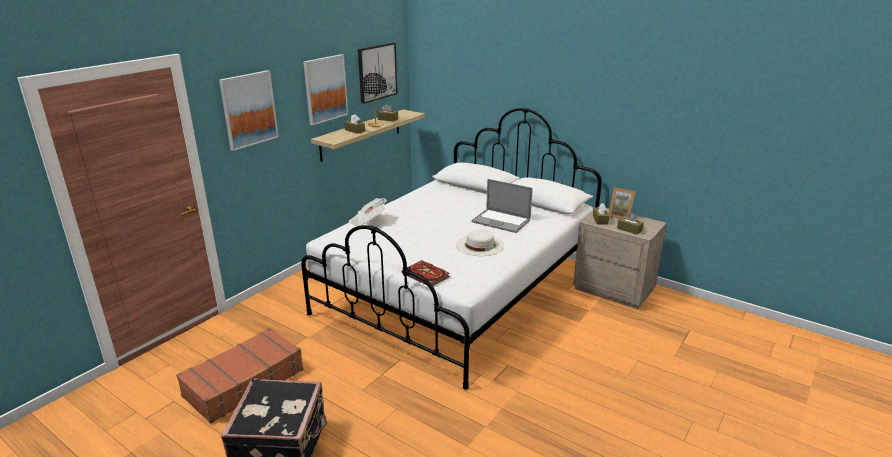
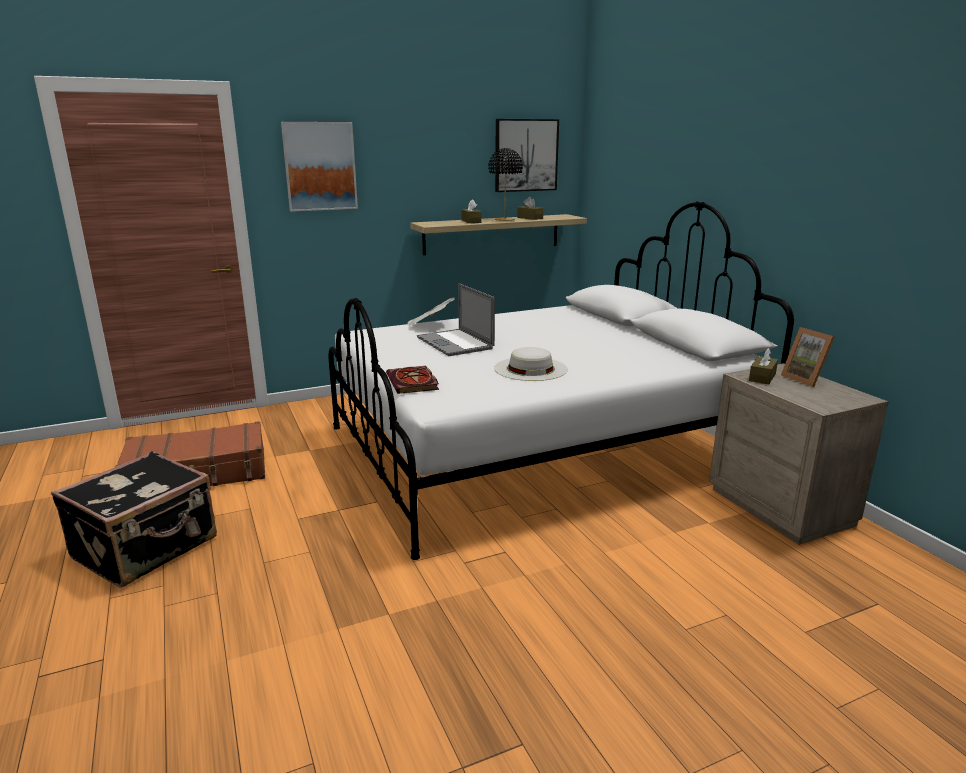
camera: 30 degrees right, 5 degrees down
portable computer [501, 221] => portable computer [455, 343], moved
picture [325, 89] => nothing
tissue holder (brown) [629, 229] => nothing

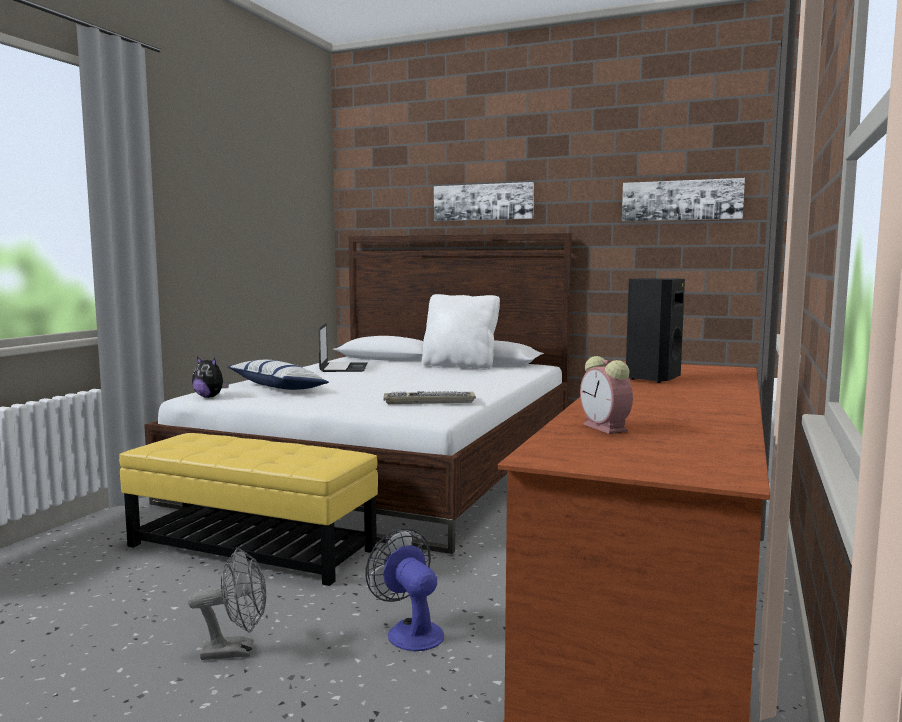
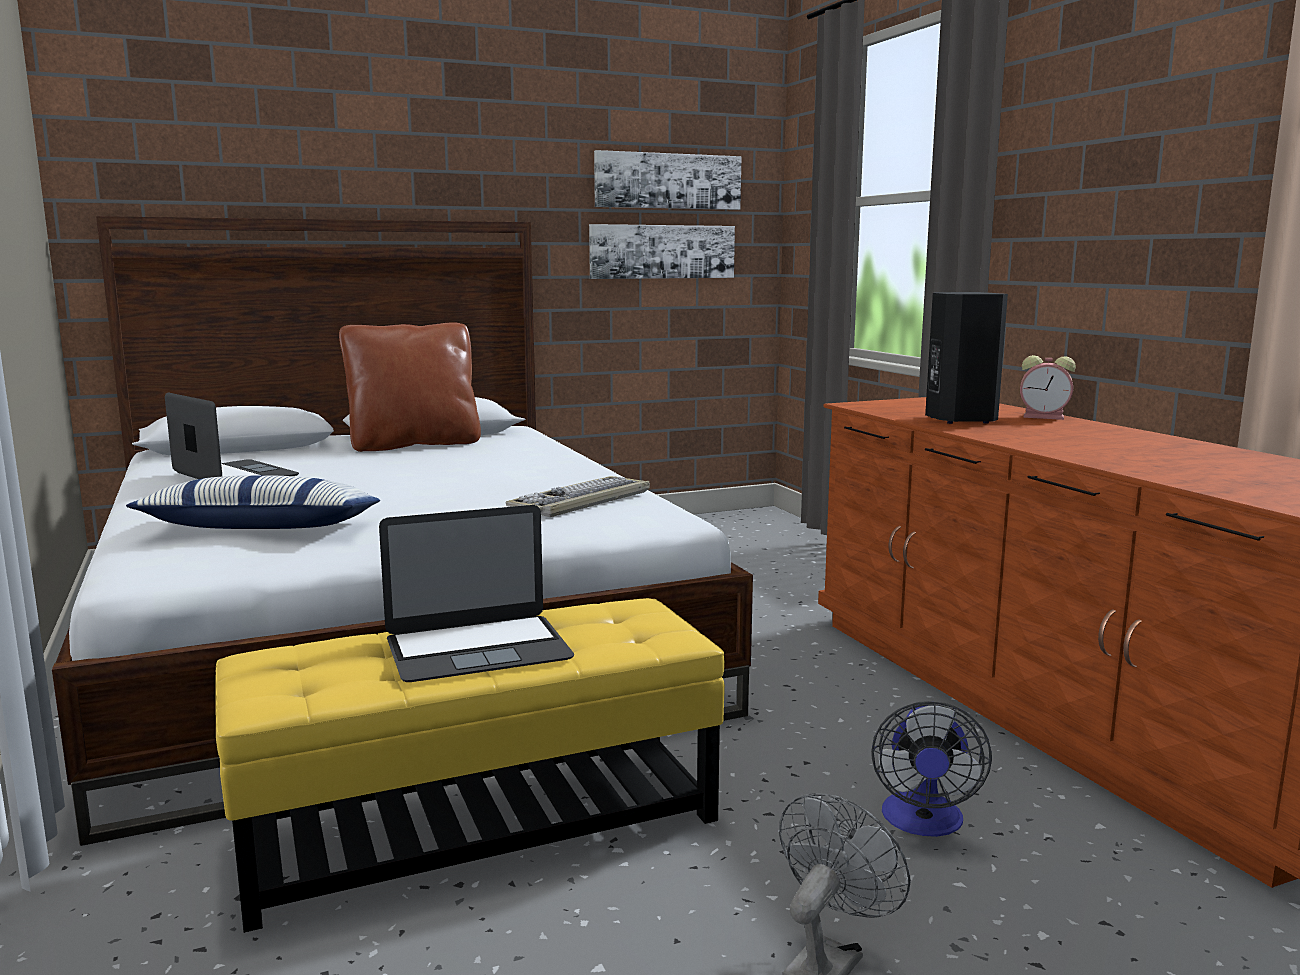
camera: 45 degrees left, 5 degrees up
pillow (white-coloured) [460, 366] => pillow (brown) [414, 444]
nothing => portable computer [478, 648]
picture [483, 202] => picture [662, 251], moved
fan [410, 631] => fan [923, 822], 90 degrees counterclockwise
alarm clock [607, 428] => alarm clock [1045, 417], moved
soft toy [210, 397] => nothing

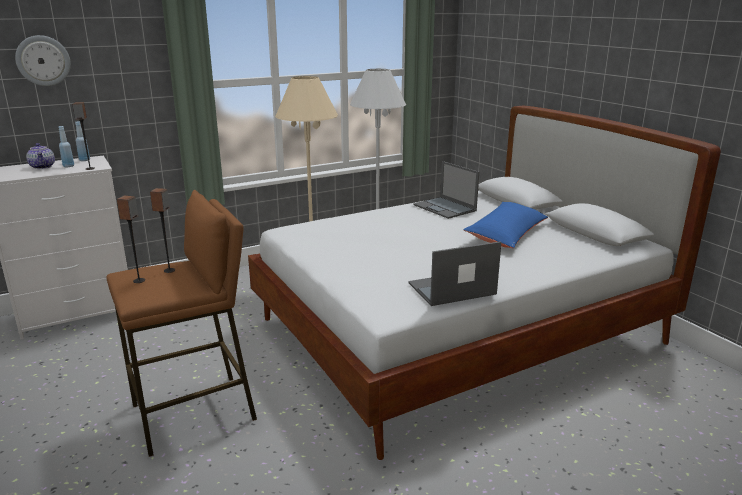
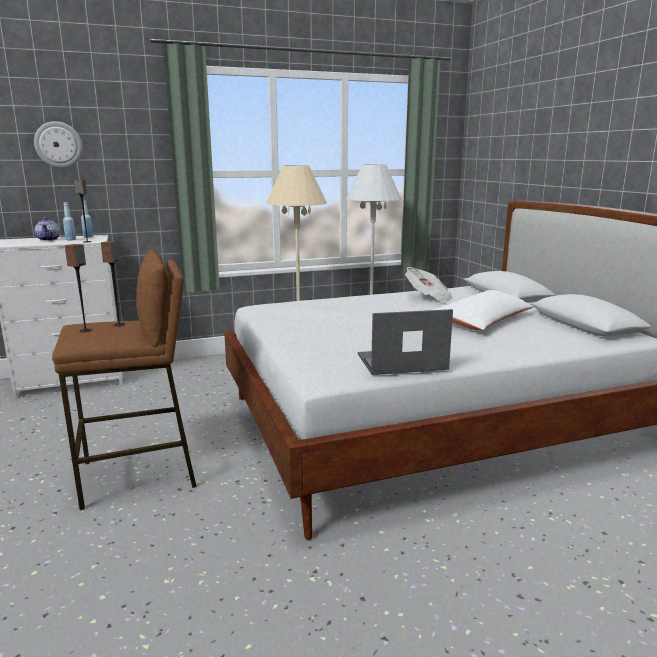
camera: 10 degrees right, 5 degrees down
portable computer [445, 208] => printed paper [428, 297]
pillow (blue) [506, 234] => pillow (white-coloured) [483, 321]

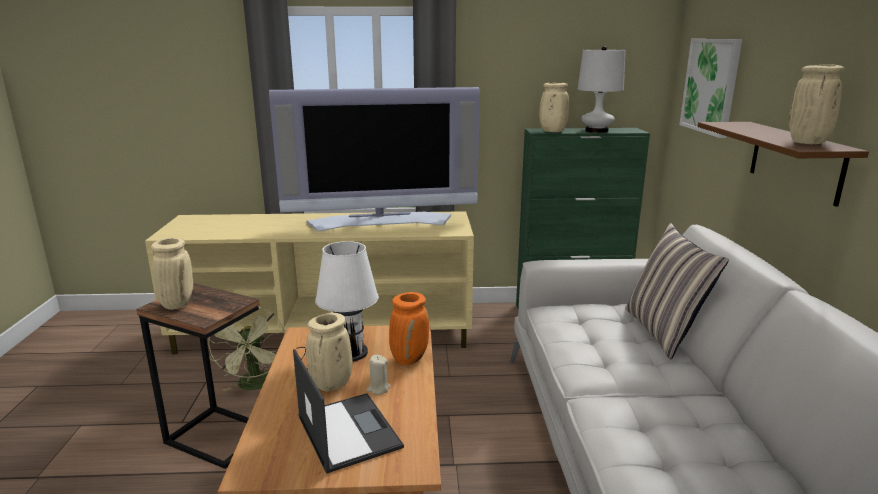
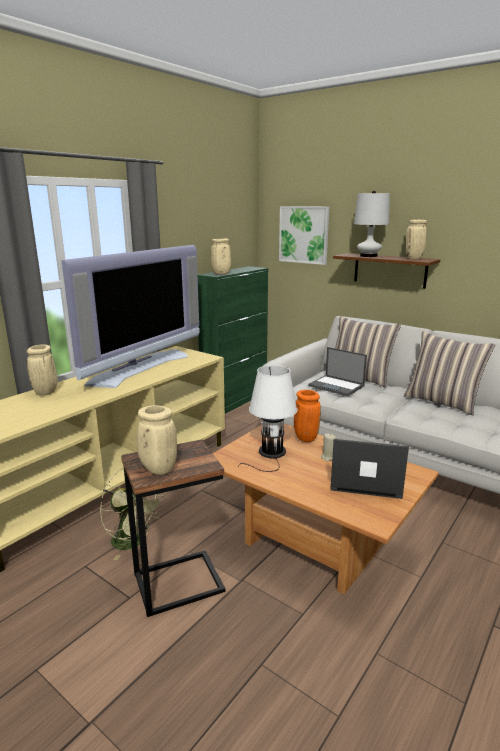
camera: 50 degrees left, 0 degrees up
flower vase (beige) [331, 385] => flower vase (beige) [46, 393], moved
nothing => portable computer [337, 386]
tabletop lamp (white-coloured) [596, 131] => tabletop lamp (white-coloured) [368, 256], moved
nothing => pillow [442, 402]

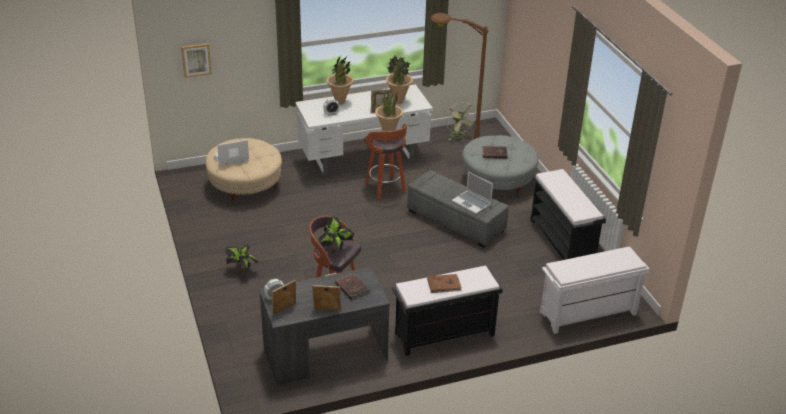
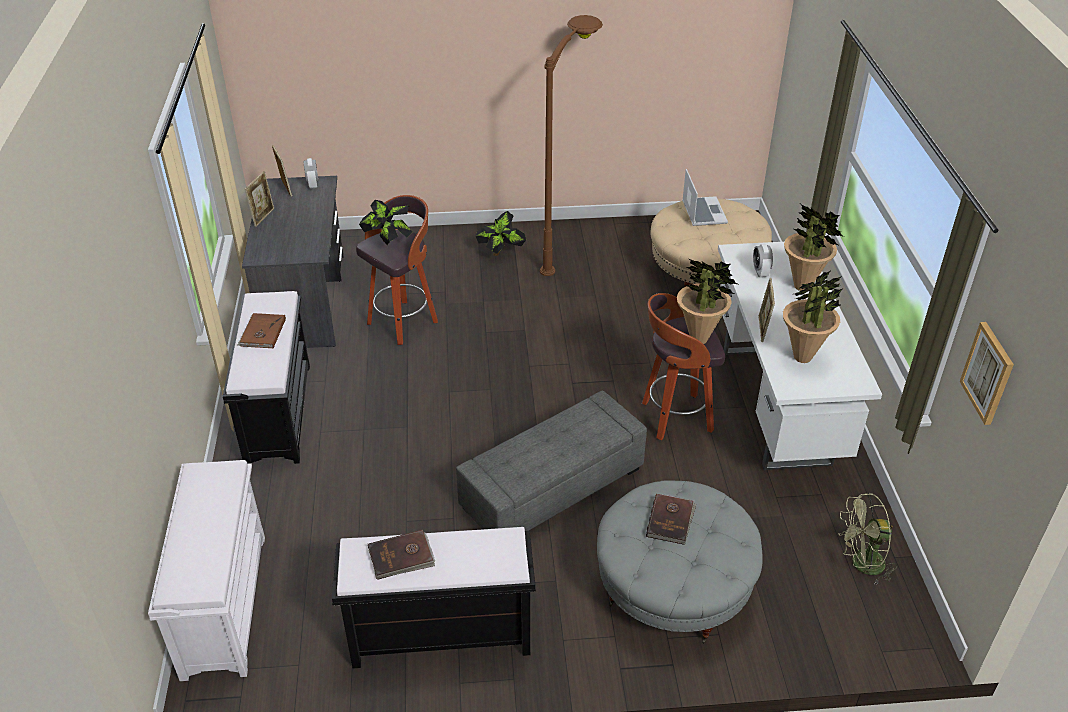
camera: 105 degrees right, 5 degrees up
bound book (brown) [352, 287] => bound book (brown) [401, 557], moved
standing lamp (brown) [445, 149] => standing lamp (brown) [569, 247], moved
picture [196, 60] => picture [988, 373], moved
portable computer [472, 203] => nothing

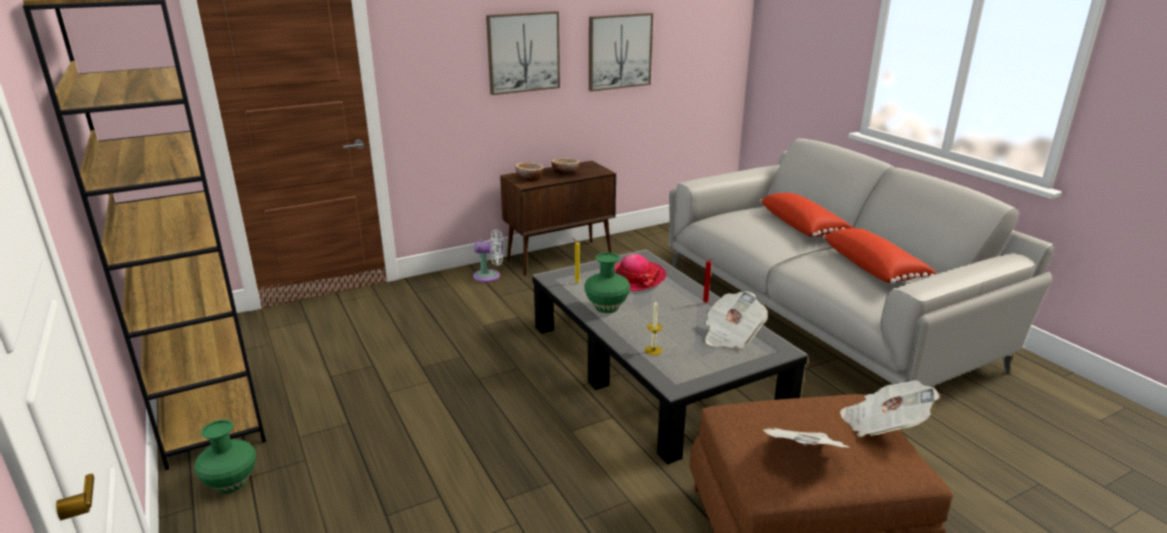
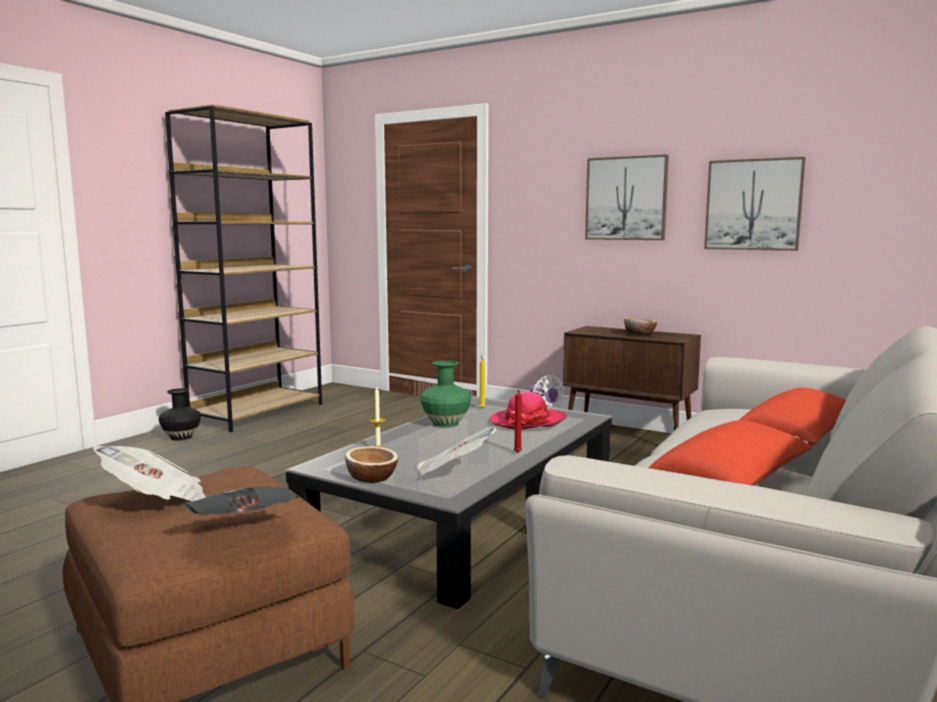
camera: 60 degrees right, 15 degrees down
flower vase (greenish) [231, 484] => flower vase (black-coloured) [180, 437]
deep dish [529, 178] => deep dish [371, 477], moved

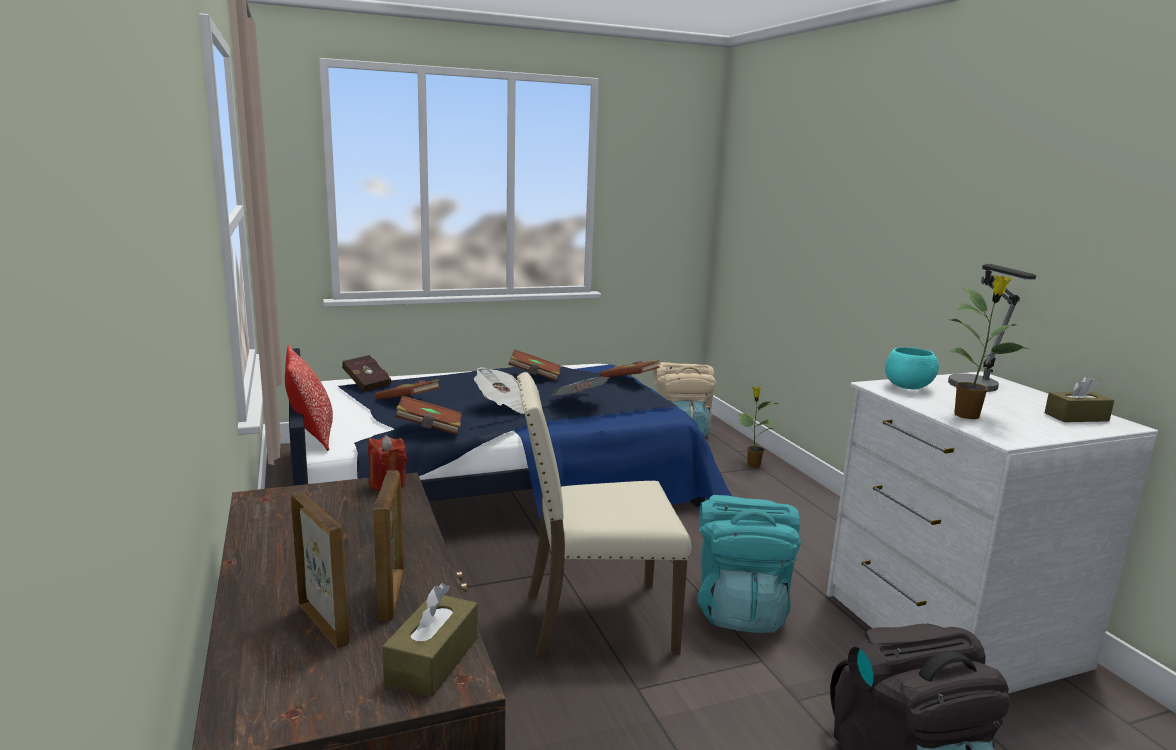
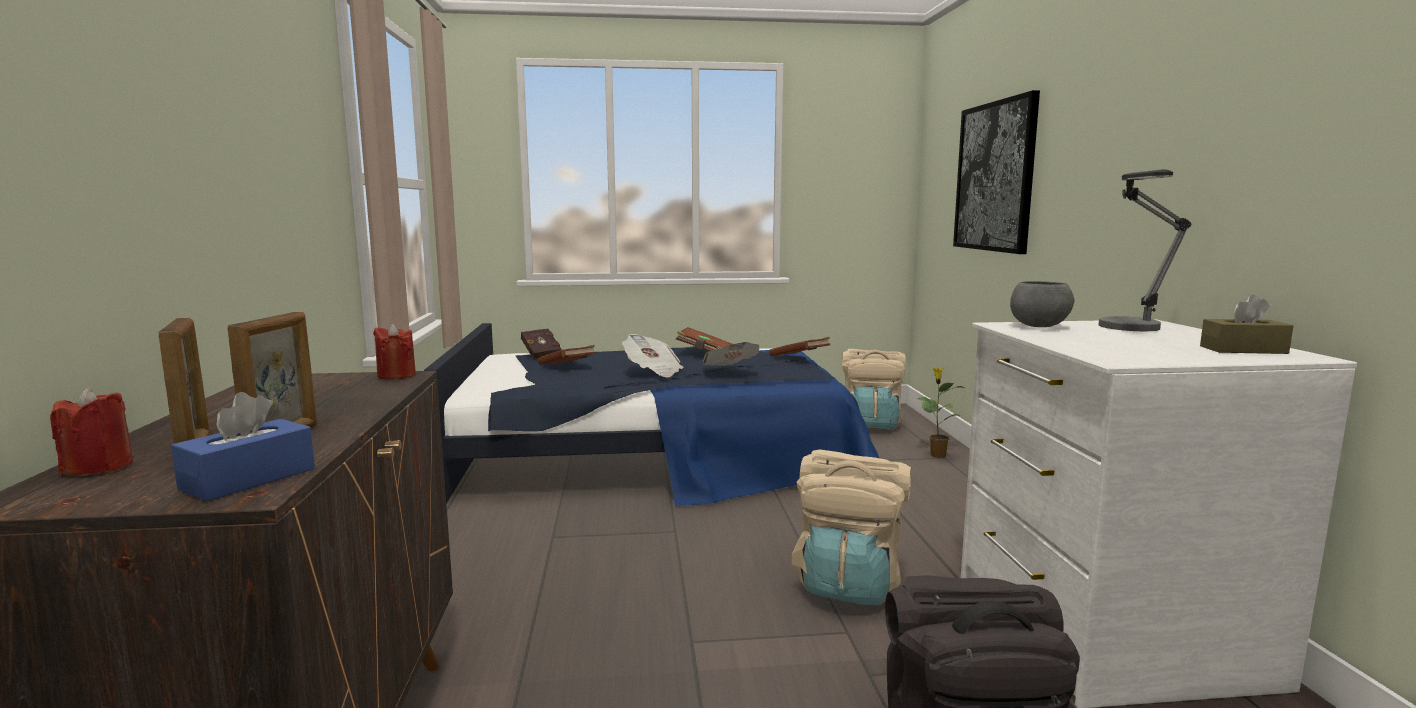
camera: 15 degrees right, 5 degrees down
nothing => wax light (red) [99, 467]
tissue holder (brown) [432, 660] => tissue holder (blue) [248, 479]
backpack (blue-green) [740, 610] => backpack (beige) [849, 583]
nothing => picture [995, 177]
deep dish (blue-green) [908, 388] => deep dish (gray) [1040, 327]
pillow [311, 435] => nothing
bound book (brown) [429, 428] => nothing
chair (beige) [594, 620] => nothing
potted plant [968, 415] => nothing

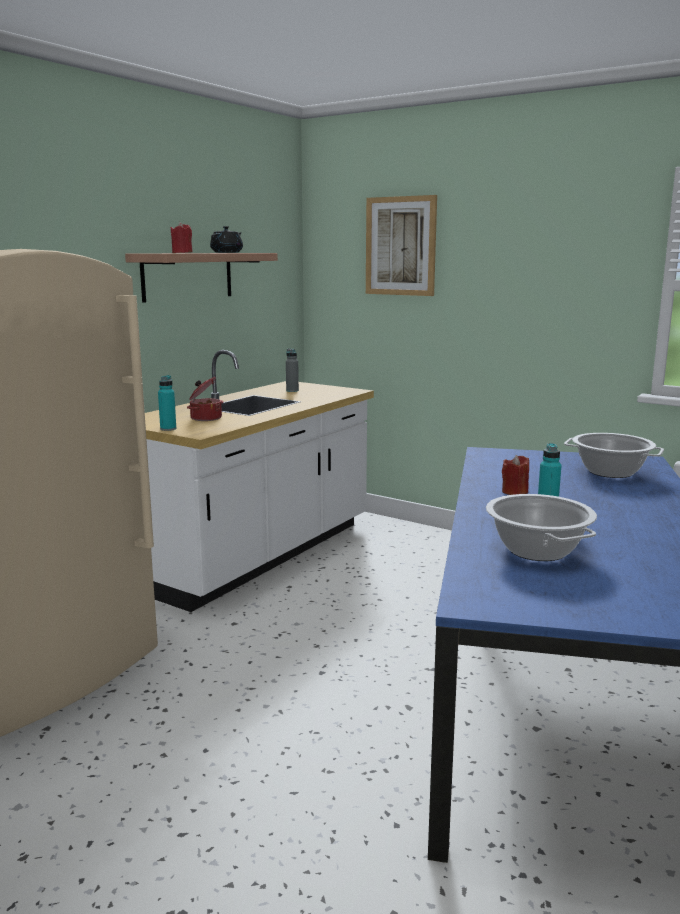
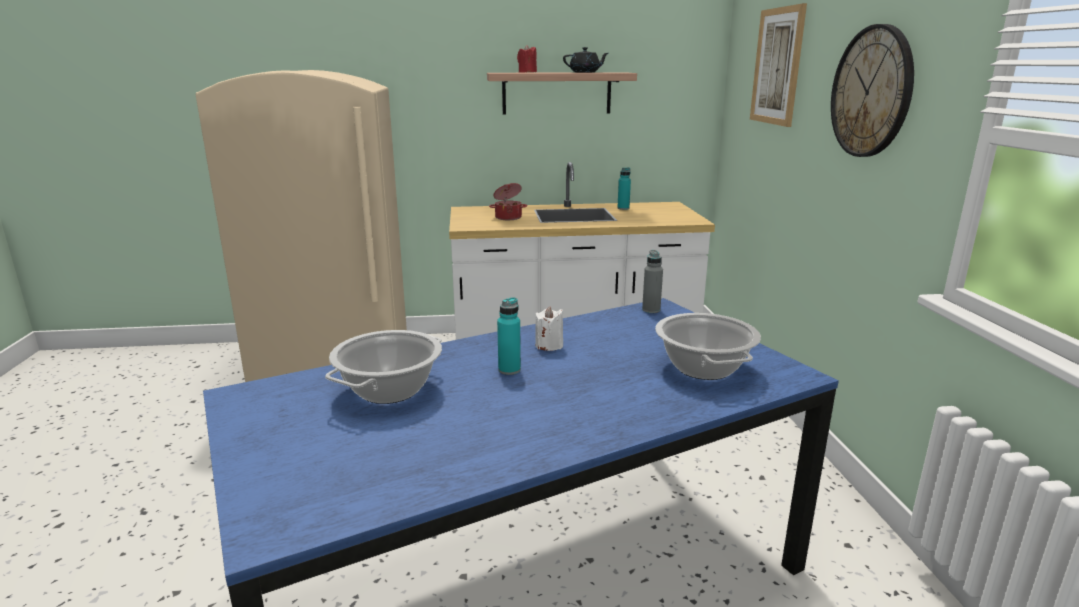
camera: 50 degrees right, 5 degrees up
wax light (red) [514, 492] => wax light (white-coloured) [549, 345]
drink bottle (blue-green) [168, 429] => drink bottle (blue-green) [623, 208], moved
drink bottle (gray) [292, 391] => drink bottle (gray) [651, 310], moved
nothing => wall clock [871, 92]

